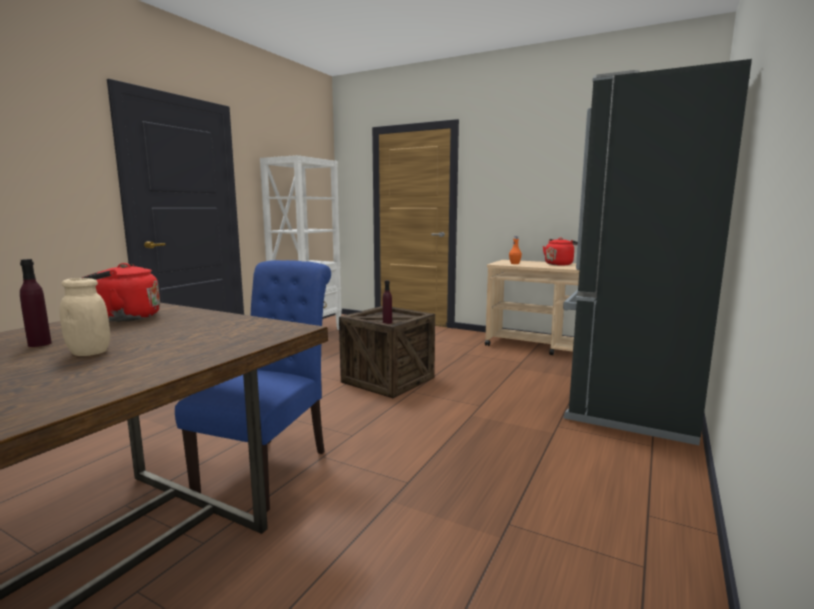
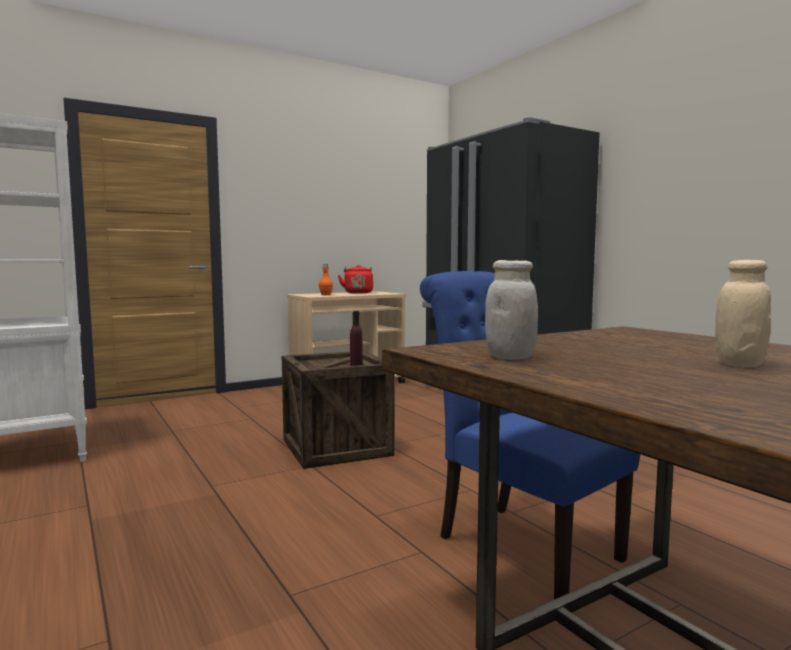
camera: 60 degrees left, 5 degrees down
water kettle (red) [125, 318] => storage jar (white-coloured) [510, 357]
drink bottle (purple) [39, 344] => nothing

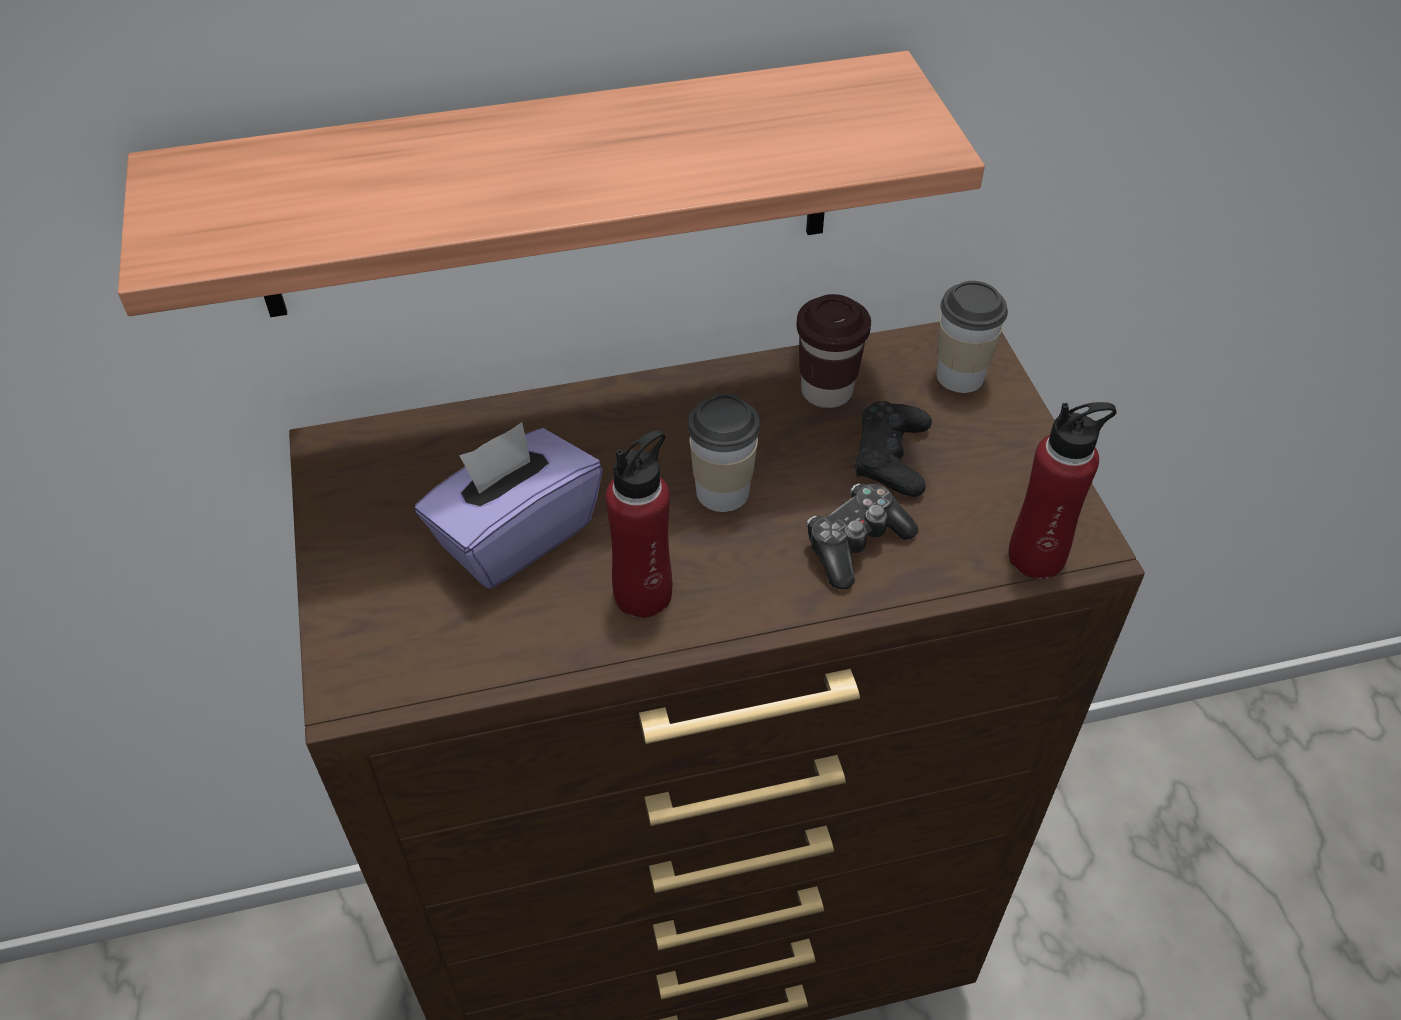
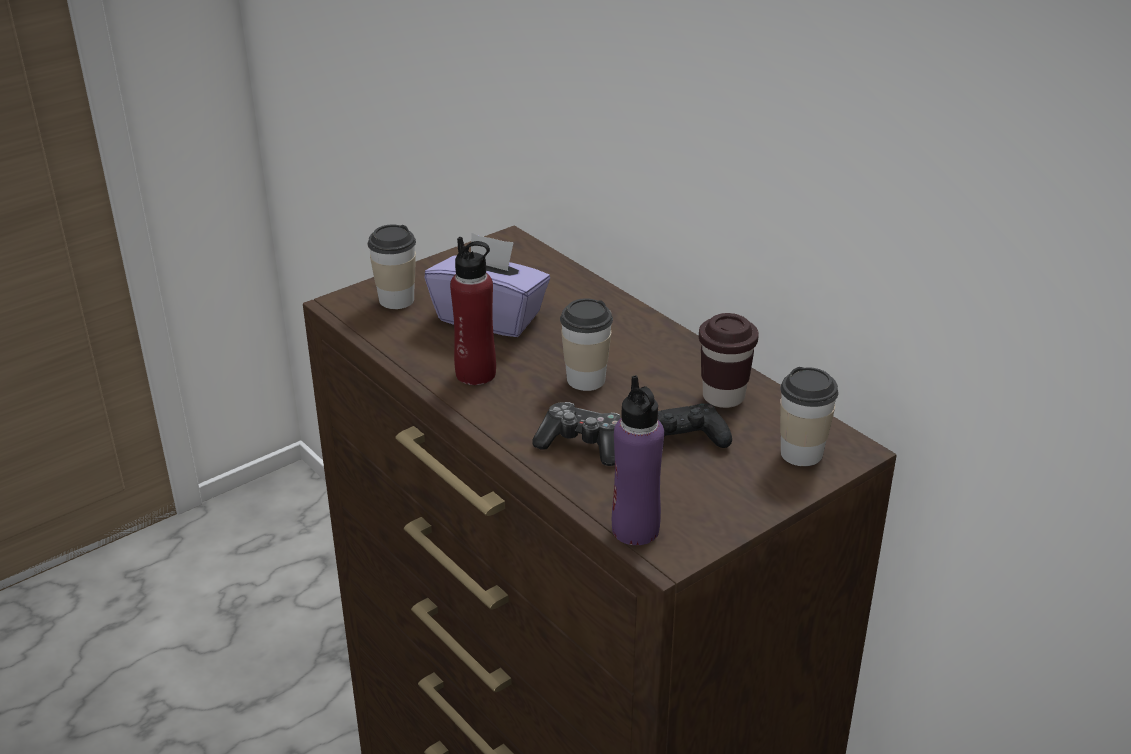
camera: 65 degrees right, 15 degrees down
nothing => drinking cup [396, 300]
drink bottle (red) [1037, 556] => drink bottle (purple) [635, 530]
wall shelf [546, 189] => nothing

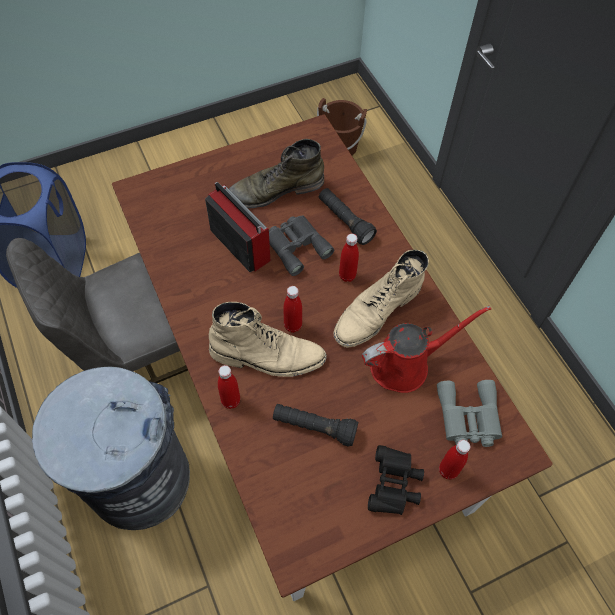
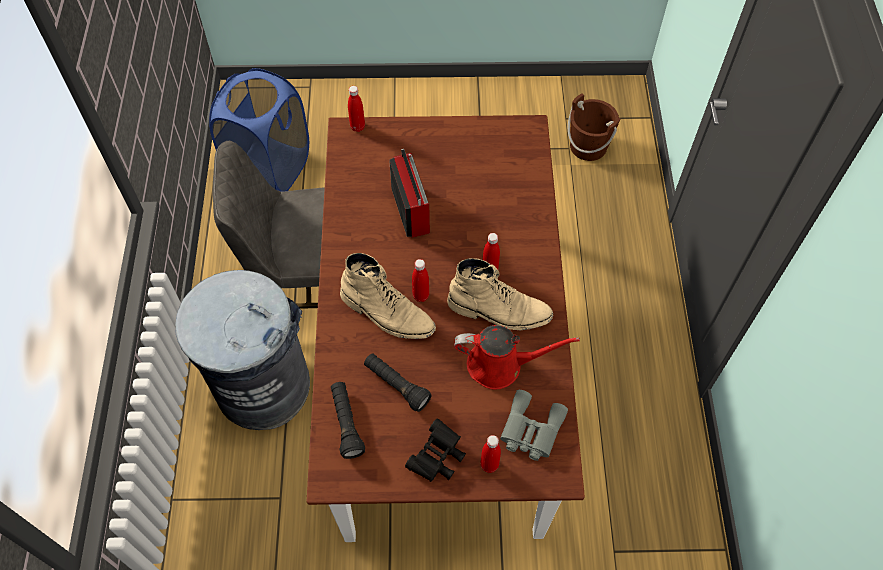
camera: 25 degrees right, 0 degrees up
flashlight (black-coloured) [345, 221] => flashlight (black-coloured) [346, 423], moved
drink bottle (red) [231, 401] => drink bottle (red) [357, 127], moved
high-top boot (beige) [376, 311] => high-top boot (beige) [499, 310], 150 degrees counterclockwise
high-top boot (greenish) [275, 190] => nothing
field glasses (gray) [296, 246] => nothing

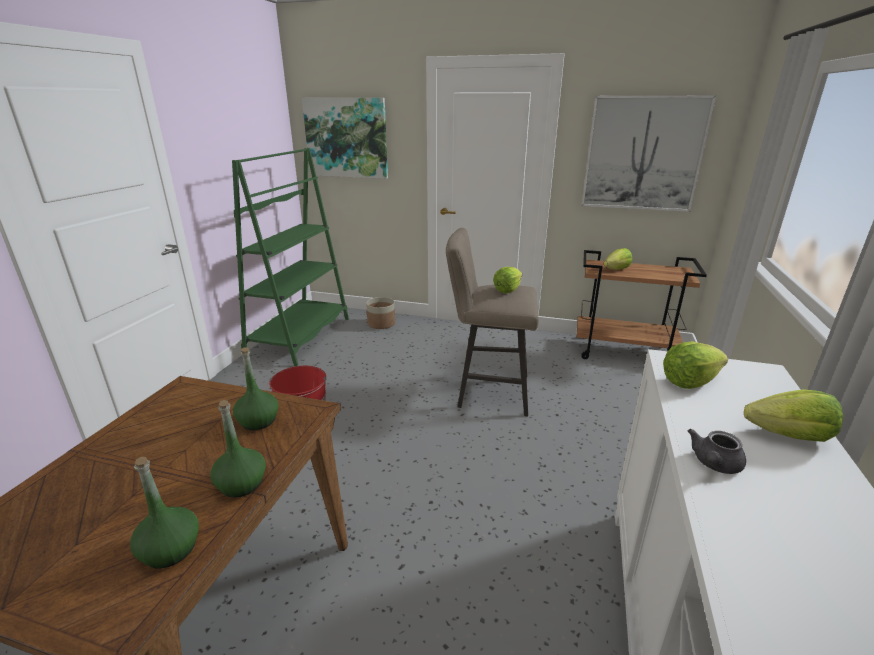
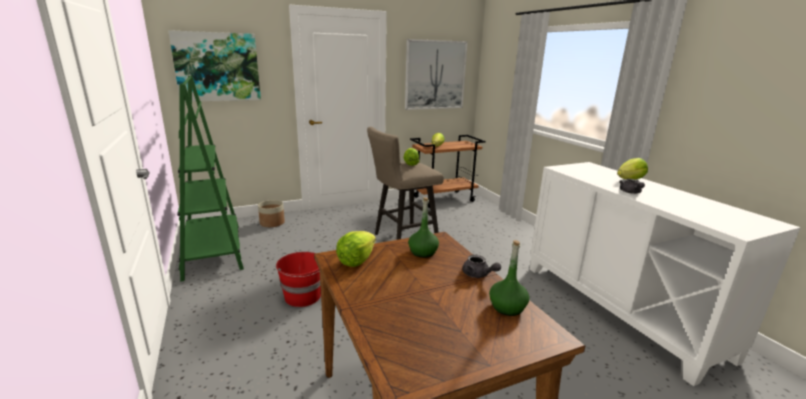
camera: 40 degrees left, 5 degrees down
head of lettuce [689, 381] => head of lettuce [356, 260], moved
drink bottle (greenish) [242, 484] => tea pot (gray) [478, 275]

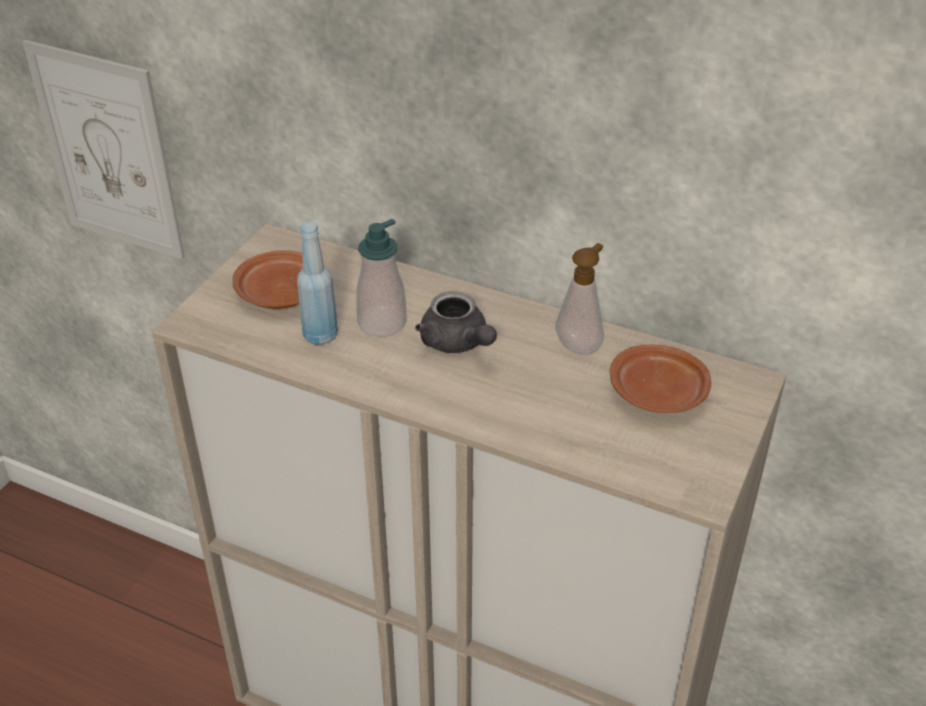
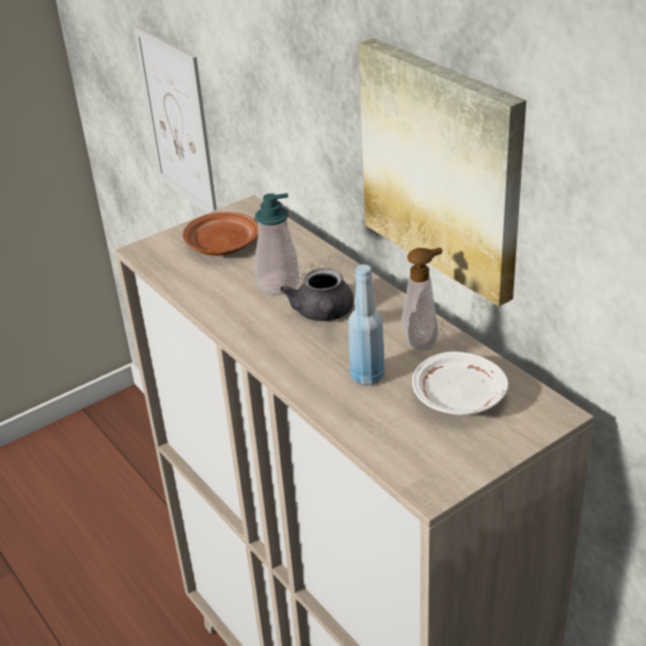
camera: 30 degrees right, 5 degrees down
drink bottle (blue) [320, 335] => drink bottle (blue) [367, 376], moved
nothing => picture [443, 167]
plate (brown) [659, 393] => plate (white-coloured) [459, 398]

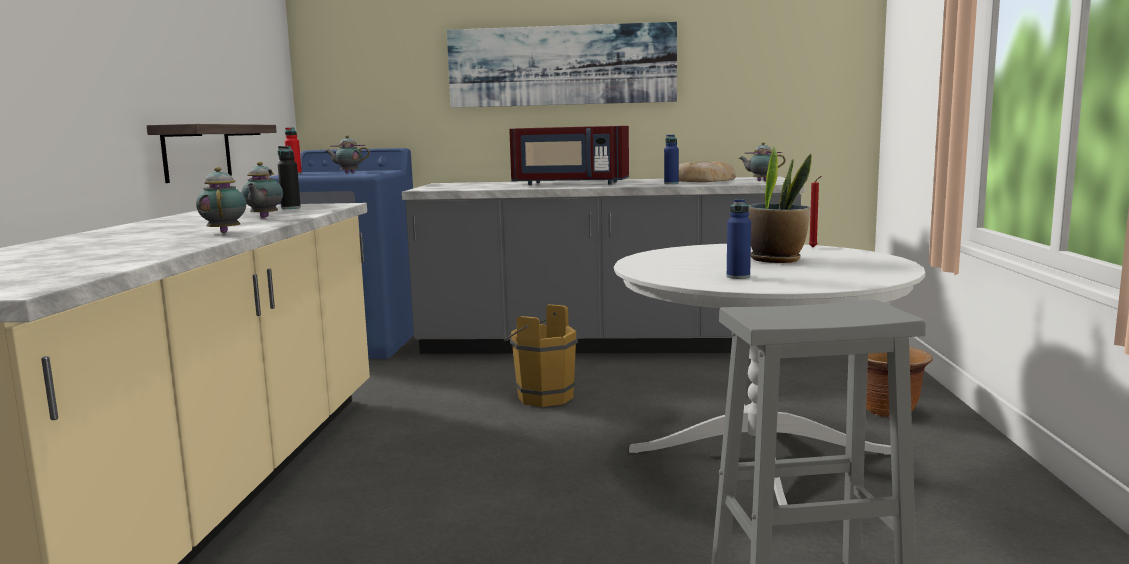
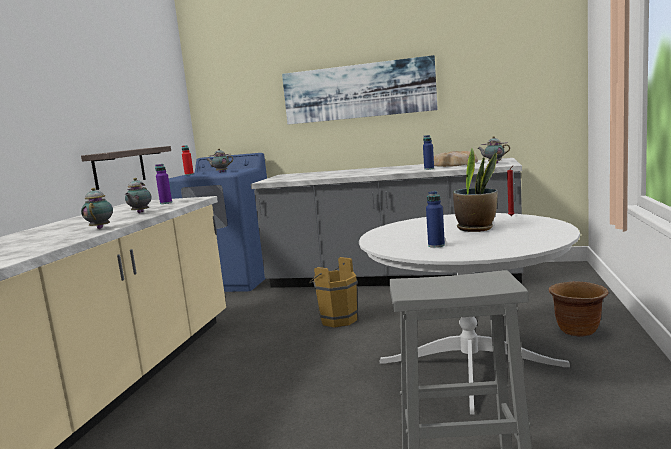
camera: 10 degrees right, 0 degrees up
drink bottle (black-coloured) [291, 208] => drink bottle (purple) [166, 203]
kitchen microwave (red) [570, 184] => nothing

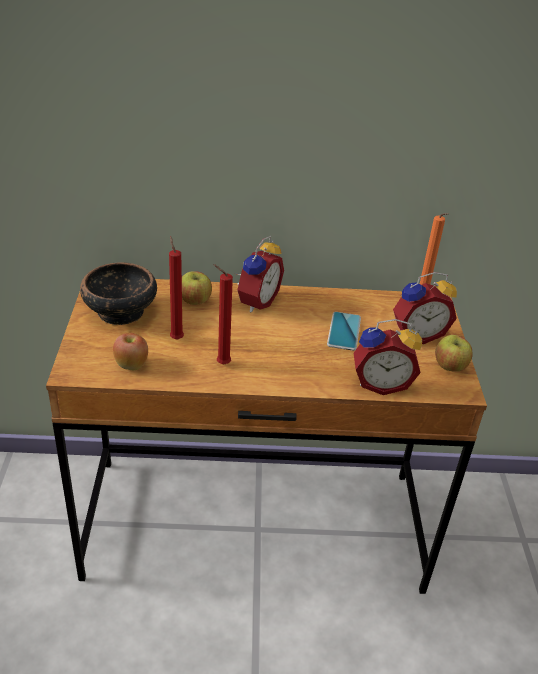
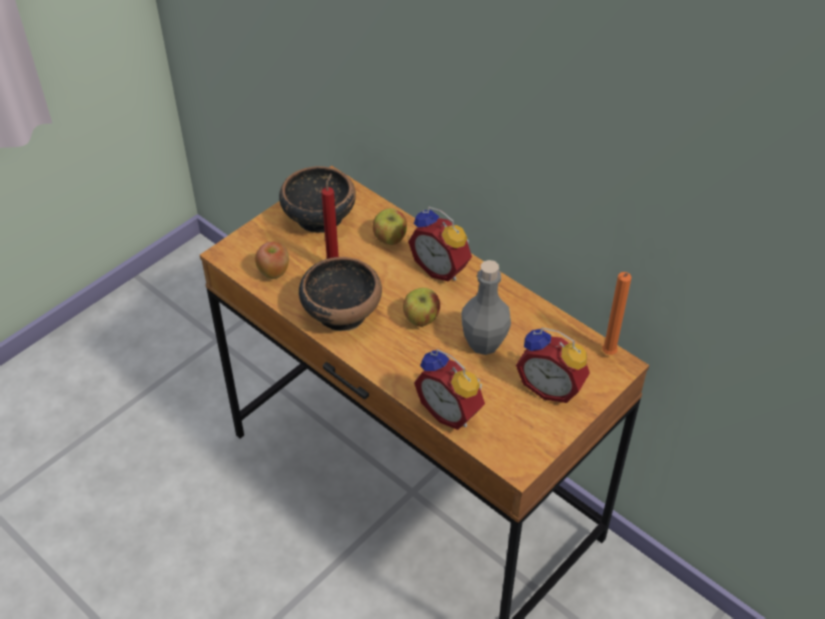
camera: 45 degrees right, 10 degrees up
wax light (red) [221, 363] => deep dish [342, 311]
apple [450, 366] => apple [421, 319], moved
alarm clock [256, 301] => alarm clock [442, 268], 60 degrees clockwise
telephone [344, 331] => drink bottle (gray) [484, 343]

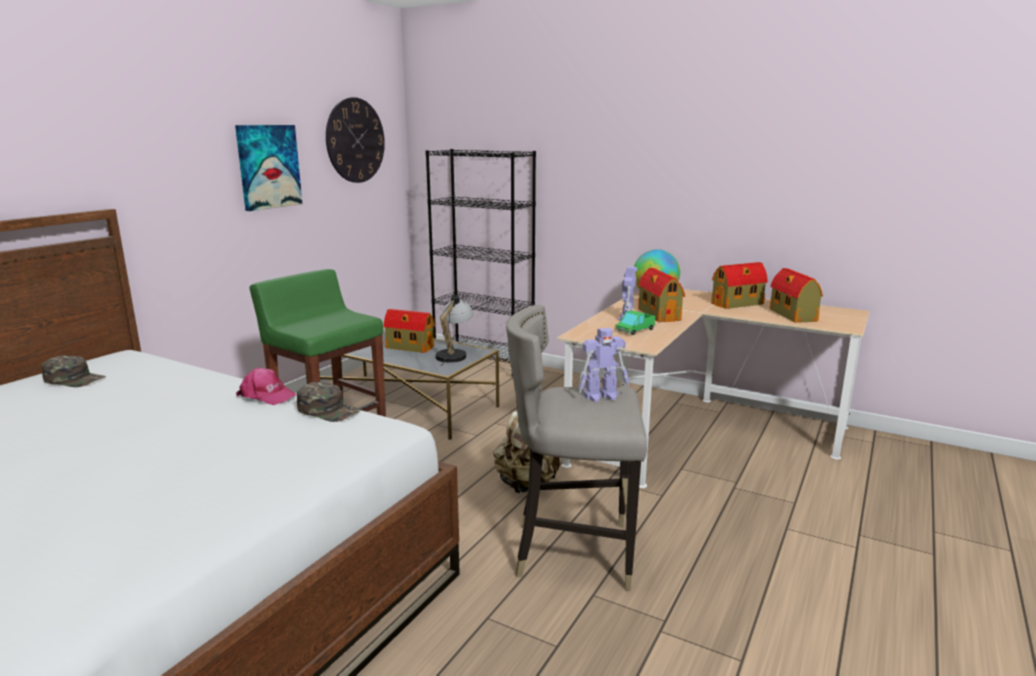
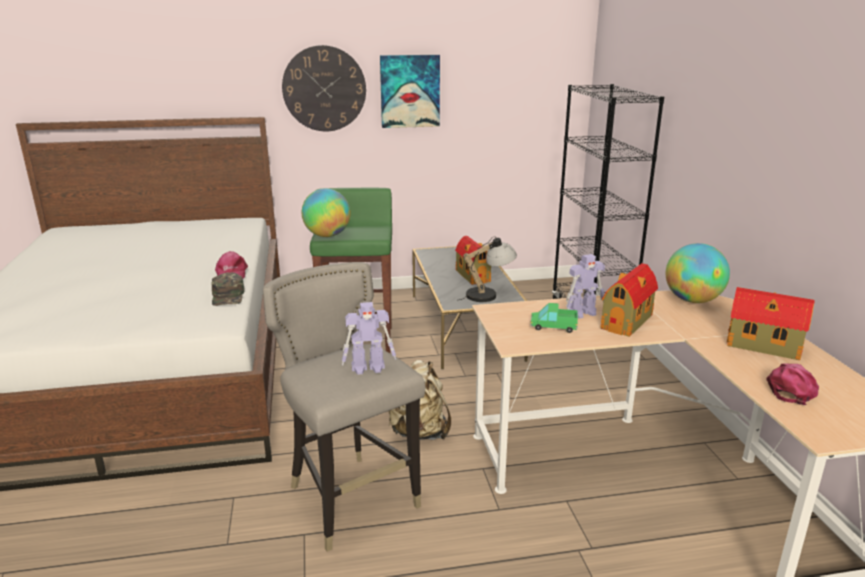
camera: 50 degrees right, 5 degrees up
wall clock [355, 140] => wall clock [324, 89], moved
nothing => world globe [327, 235]
robot figure [602, 396] => robot figure [369, 368], 45 degrees counterclockwise
model house [793, 315] => cap (pink-coloured) [793, 389]
cap (greenish) [75, 379] => nothing

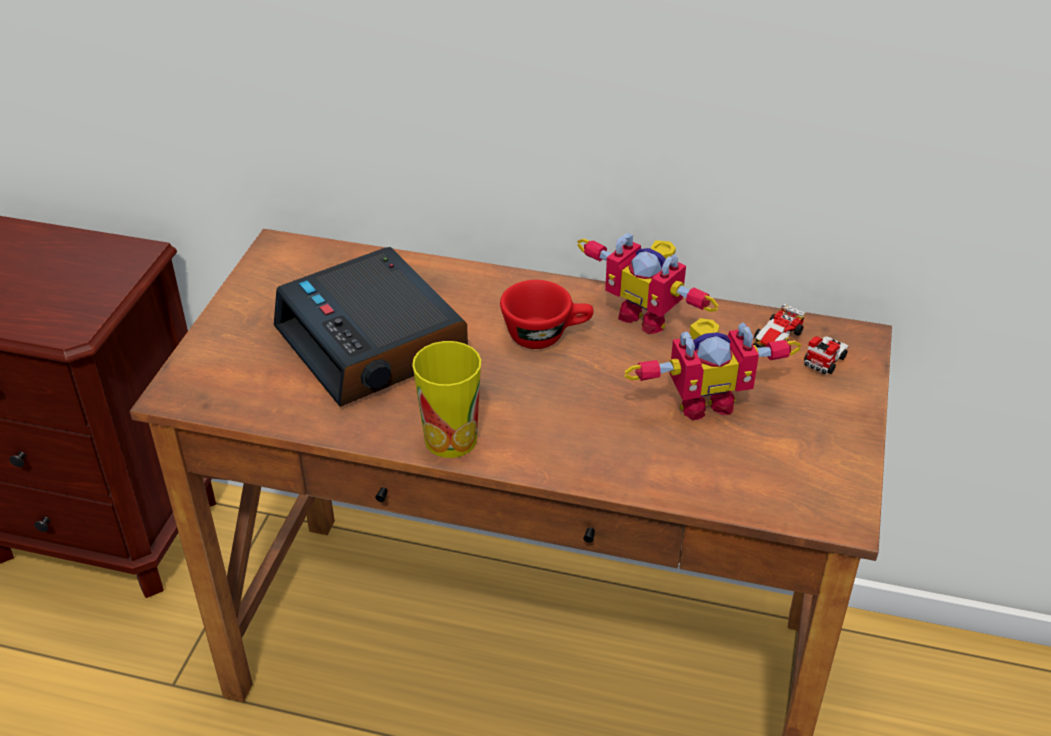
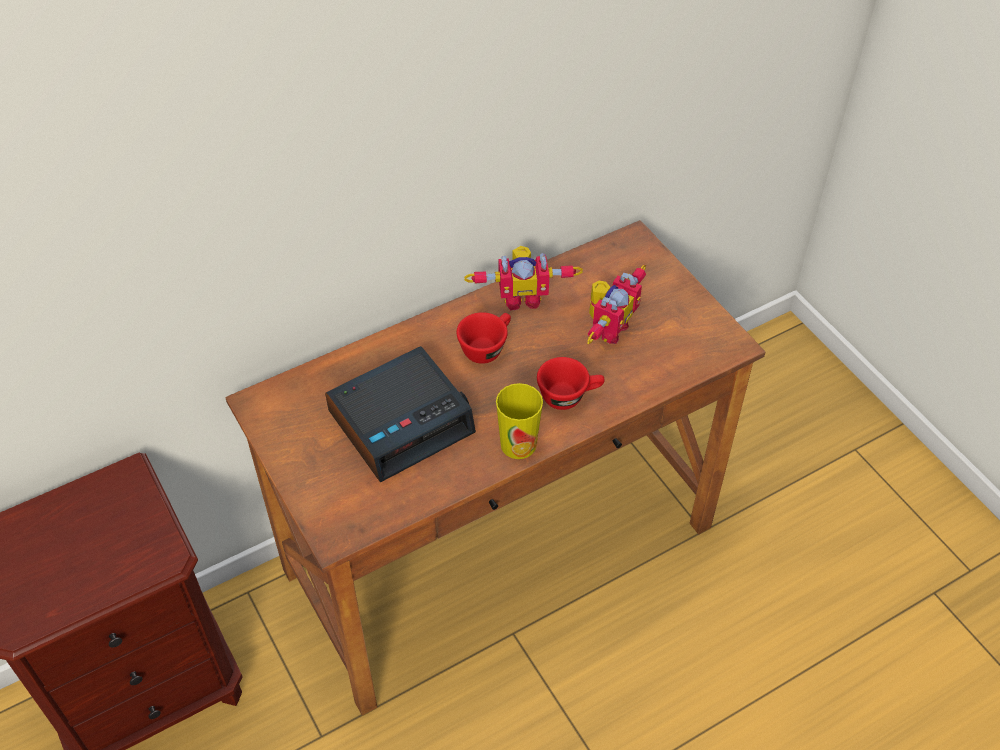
camera: 45 degrees left, 10 degrees up
alarm clock [373, 343] => alarm clock [402, 421], 45 degrees counterclockwise
nothing => drinking cup (red) [569, 395]
toy car [799, 351] => nothing

